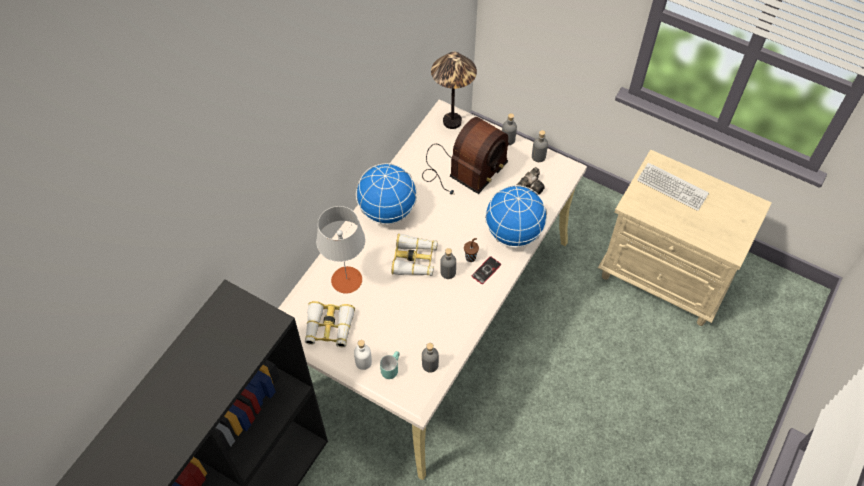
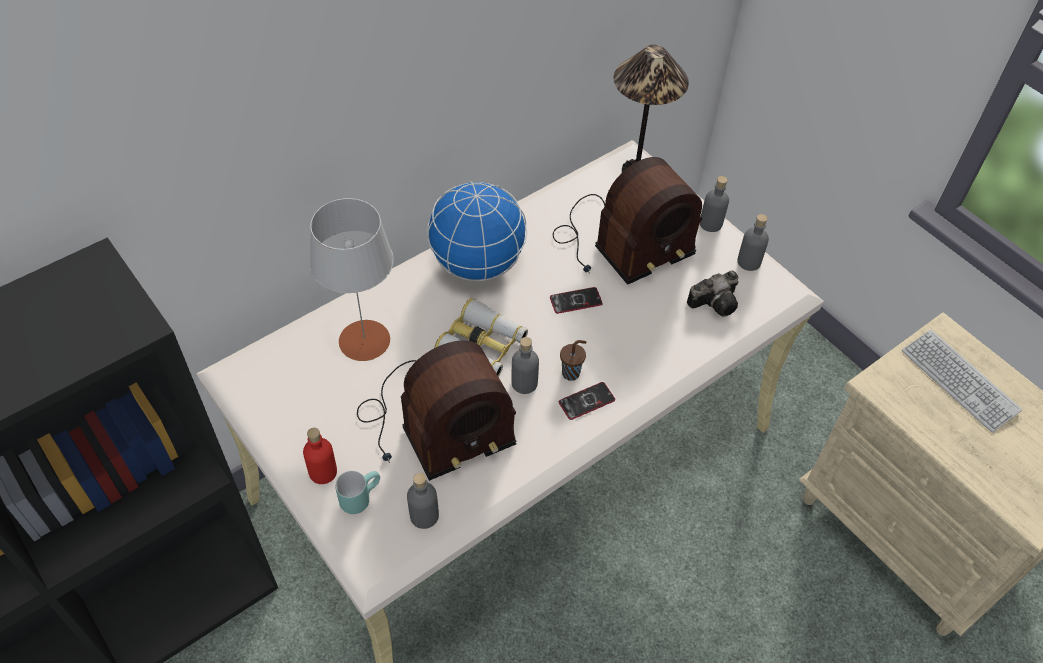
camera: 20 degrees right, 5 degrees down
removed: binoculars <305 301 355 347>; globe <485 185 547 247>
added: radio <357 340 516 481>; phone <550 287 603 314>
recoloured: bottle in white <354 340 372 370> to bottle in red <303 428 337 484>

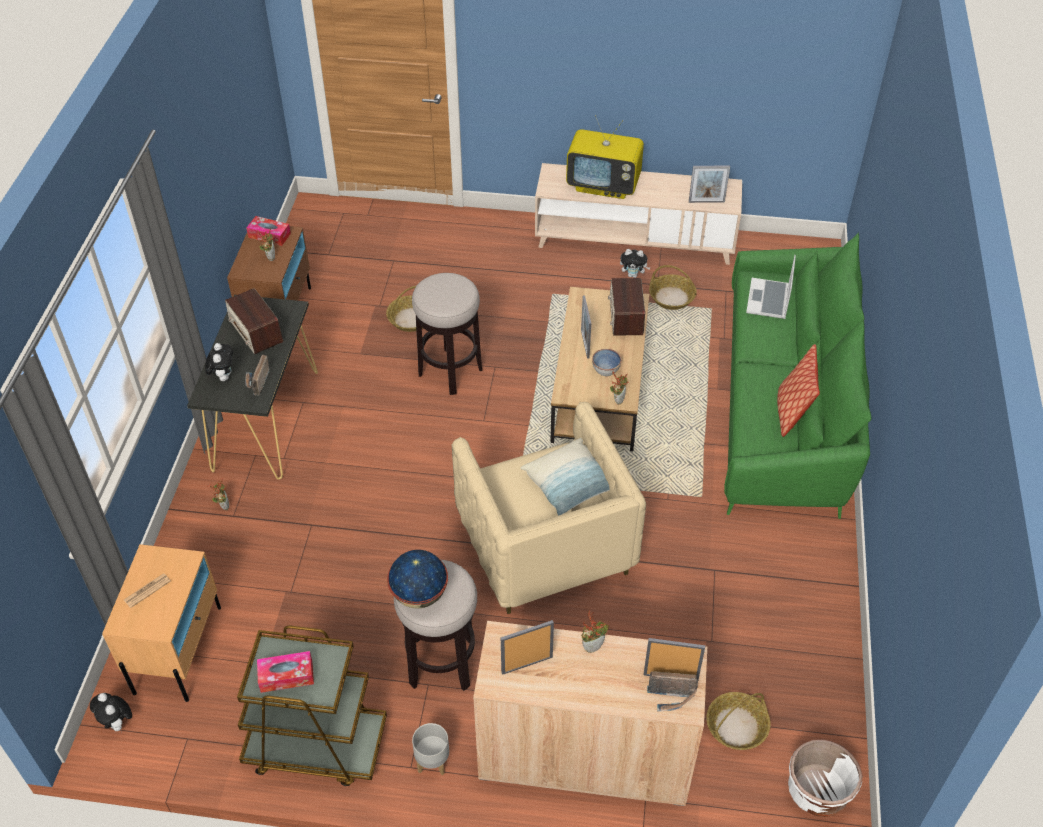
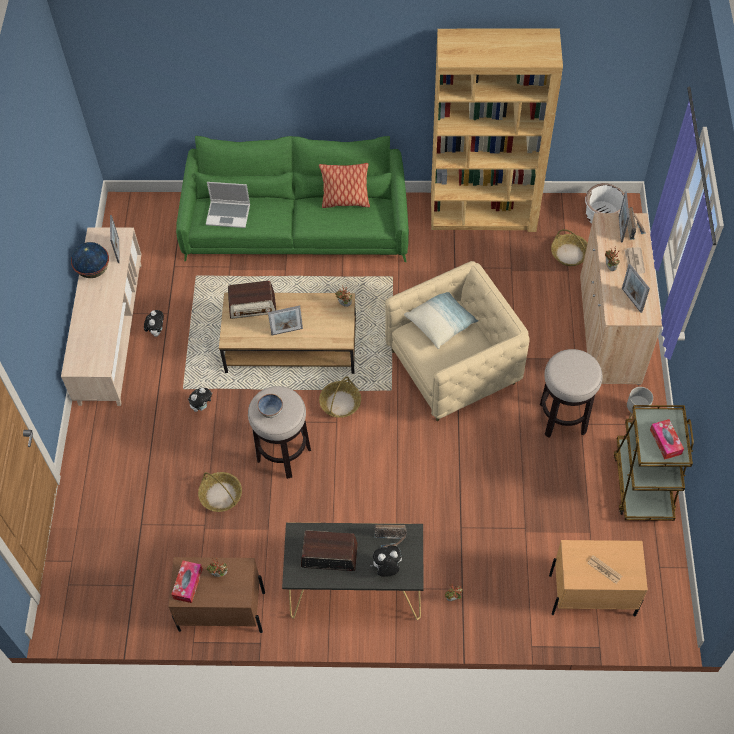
camera: 95 degrees left, 10 degrees up
removed: television <566 115 644 199>
added: bookcase in brown <431 29 563 232>; newspaper <624 247 645 274>
moved: plush toy <90 693 132 731> to <188 388 212 412>; globe <387 550 448 609> to <71 242 109 278>; bowl <592 349 622 376> to <257 394 283 418>; basket <649 265 697 310> to <319 376 361 418>
turned: radio <225 288 283 354> = <301 531 358 571> 135 degrees counterclockwise

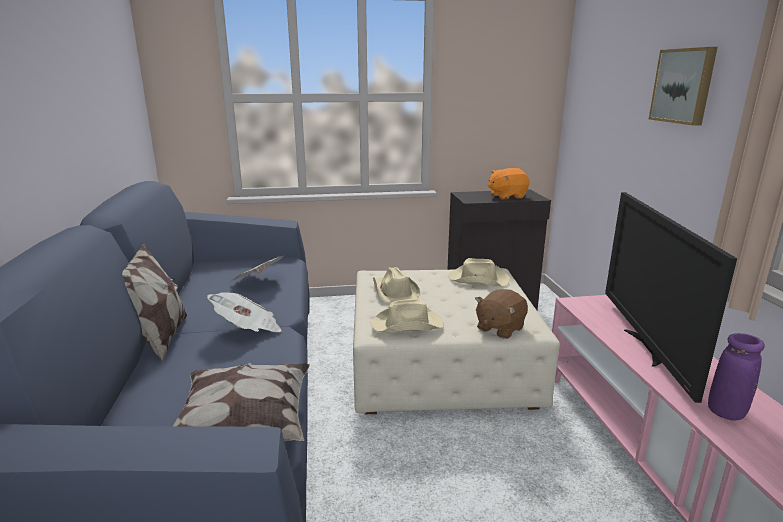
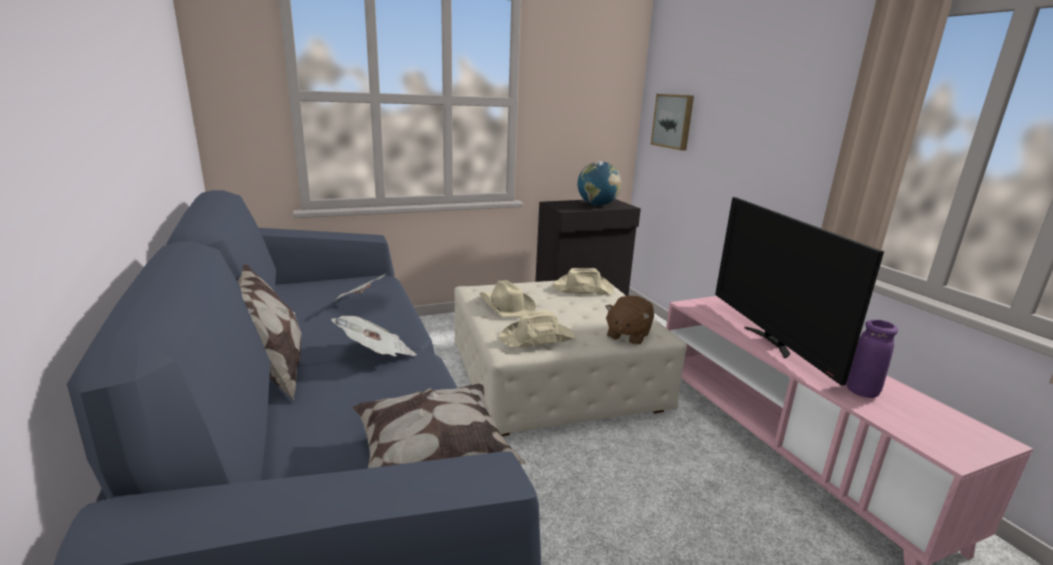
camera: 15 degrees left, 0 degrees up
moved: picture <649 47 718 126> to <651 94 694 150>
replaced: plush toy in orange <488 168 529 200> to globe <578 161 621 206>

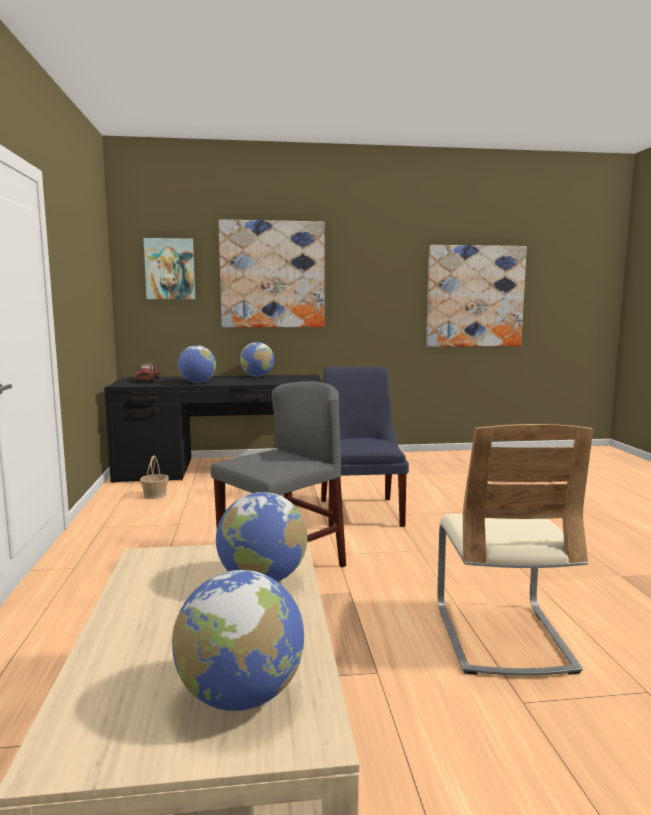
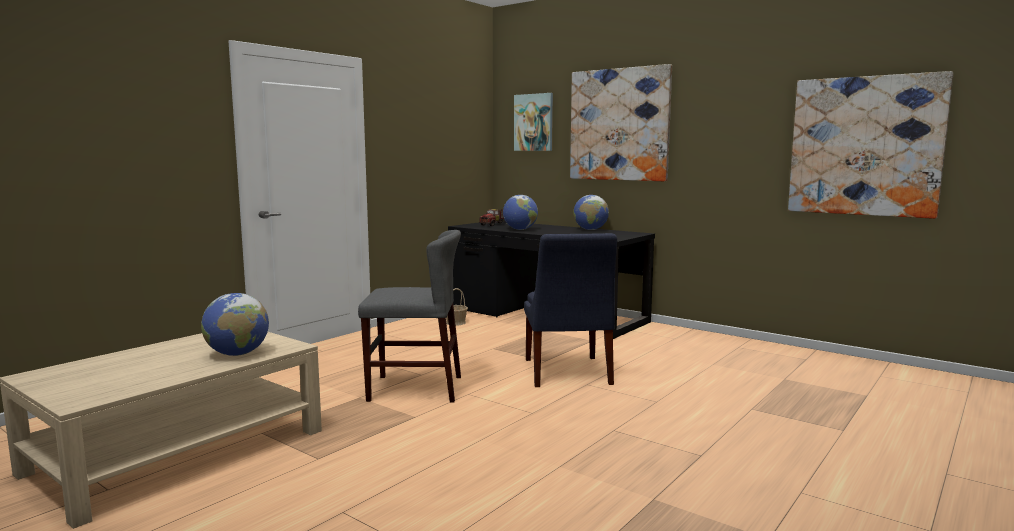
camera: 45 degrees right, 0 degrees up
removed: globe <172 570 304 711>; chair in beige <437 424 593 676>
turned: chair in blue <321 366 409 527> = <524 233 617 387> 135 degrees clockwise

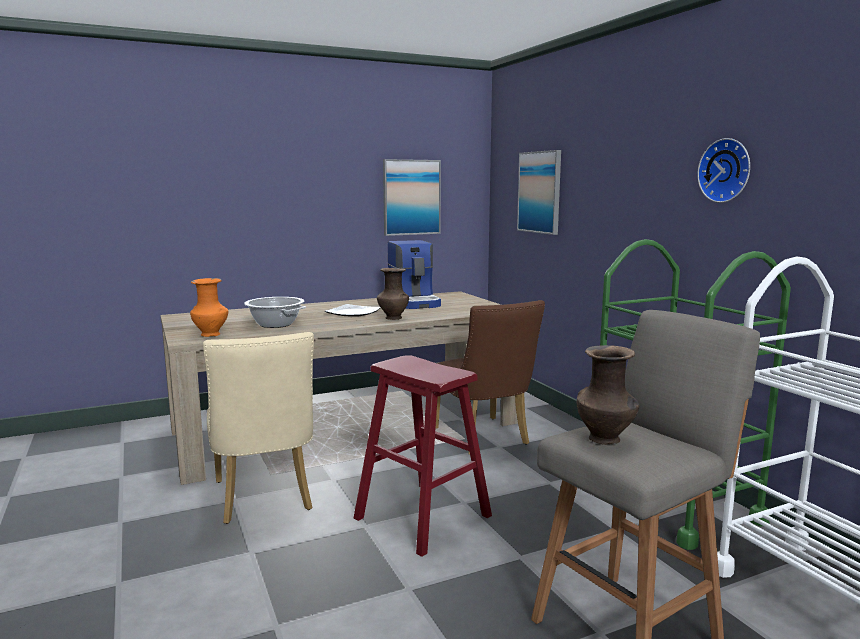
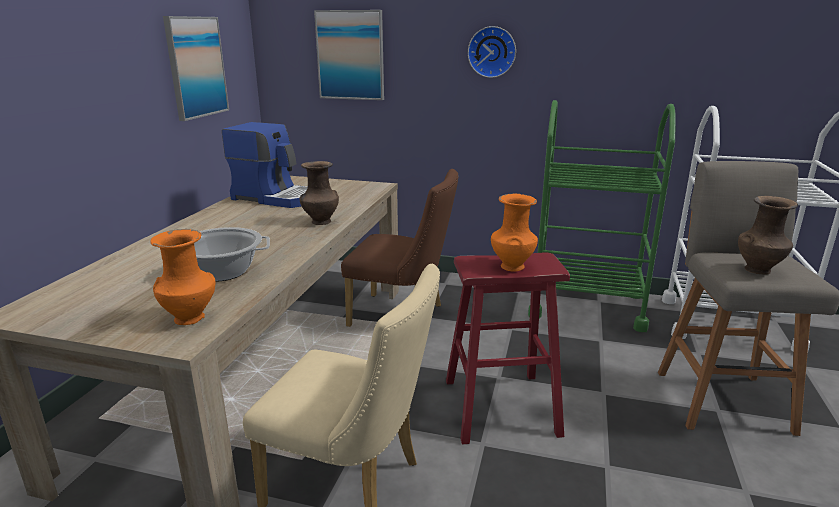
camera: 50 degrees left, 10 degrees up
removed: plate <325 304 381 316>
added: vase in orange <491 194 538 272>
moved: wall clock <697 138 750 203> to <468 26 516 78>

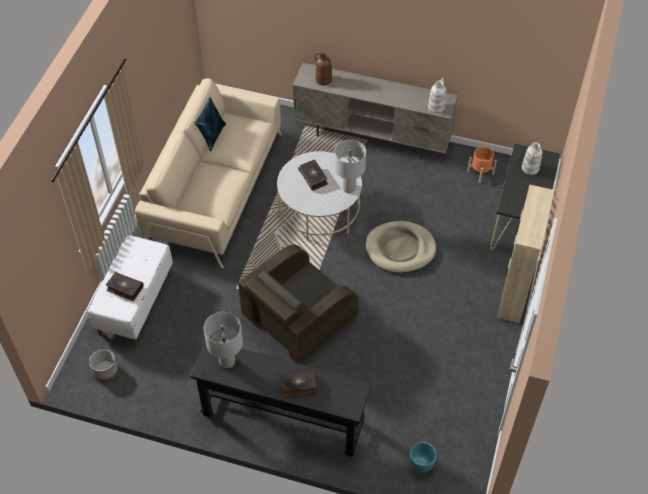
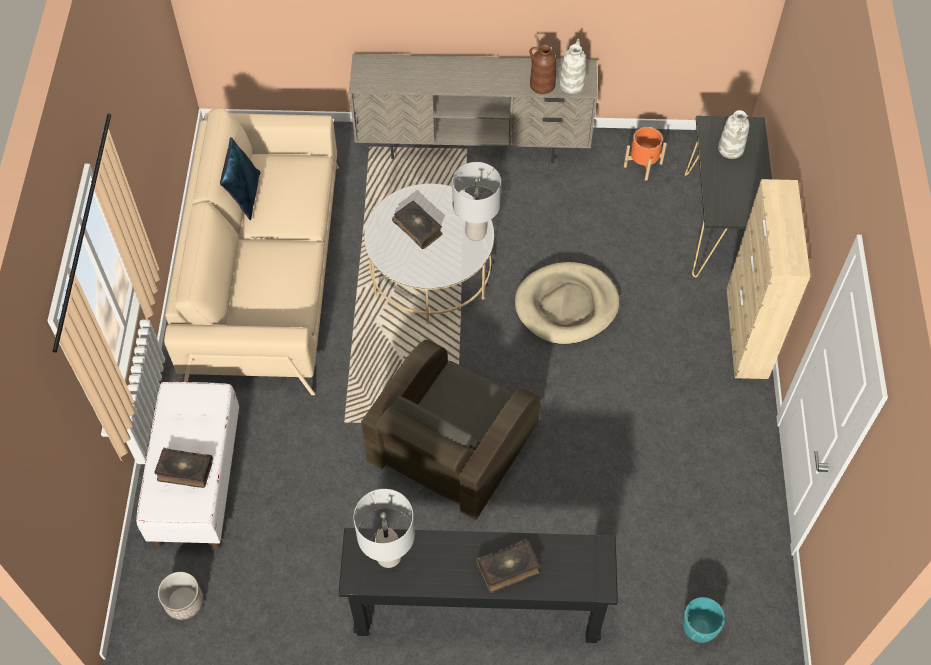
camera: 15 degrees left, 5 degrees up
moved: vase in brown <314 53 332 86> to <530 45 556 94>

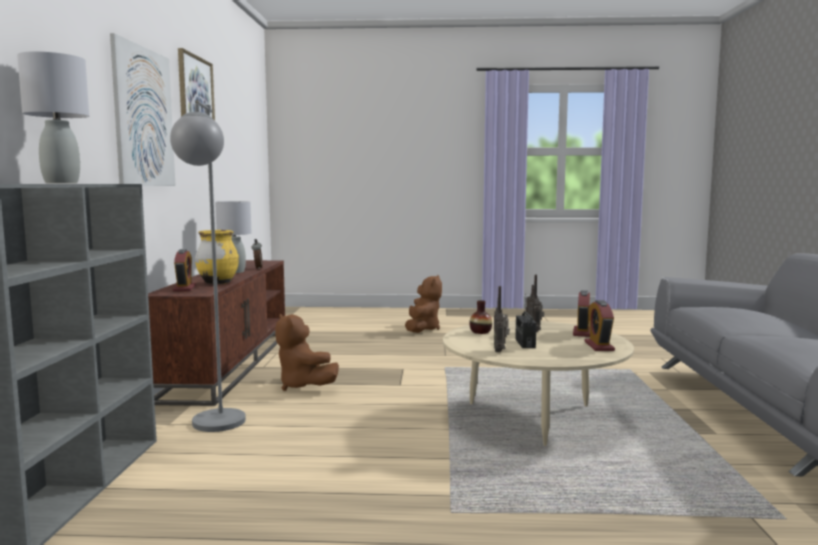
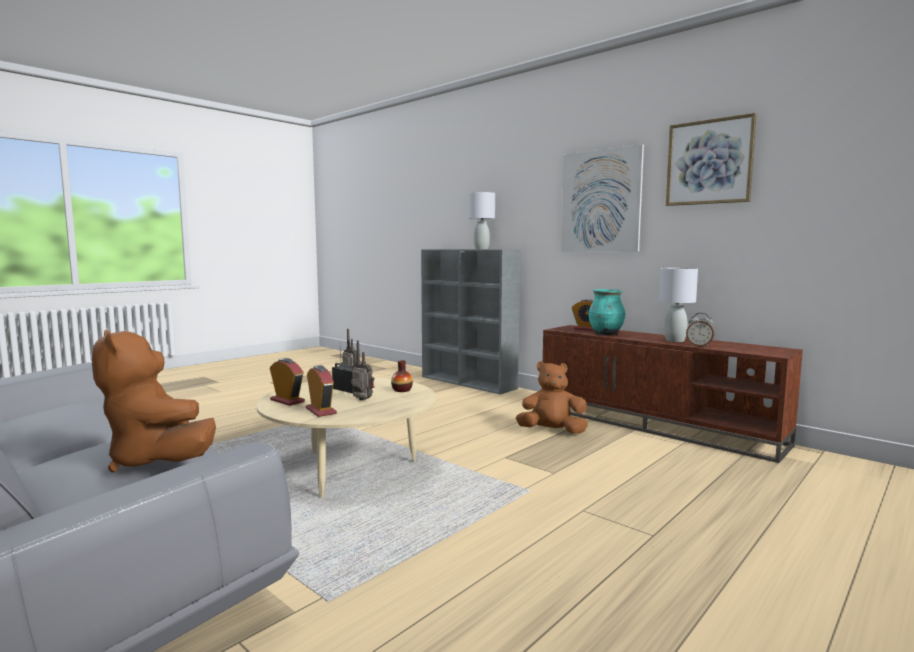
camera: 130 degrees right, 0 degrees up
removed: floor lamp in grey <170 100 246 432>
moved: plush toy in brown <405 275 442 333> to <92 330 216 472>
recoloured: vase in yellow <195 230 239 284> to vase in turquoise <588 289 625 335>

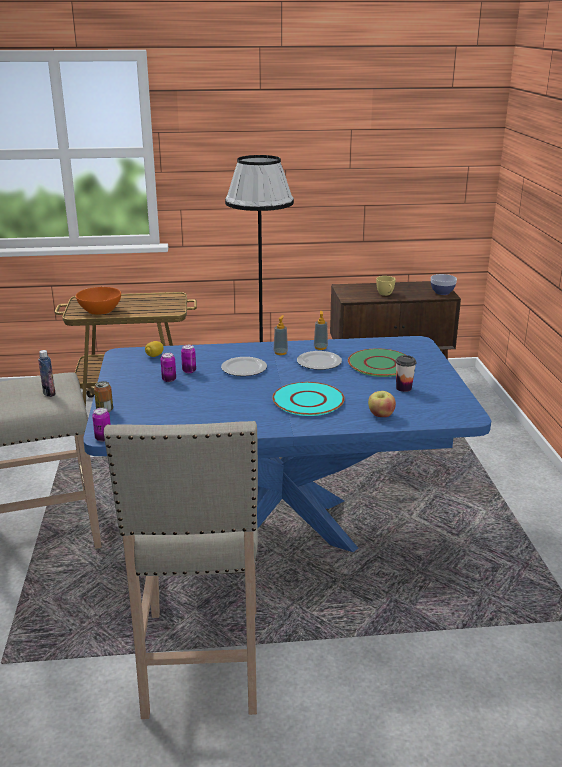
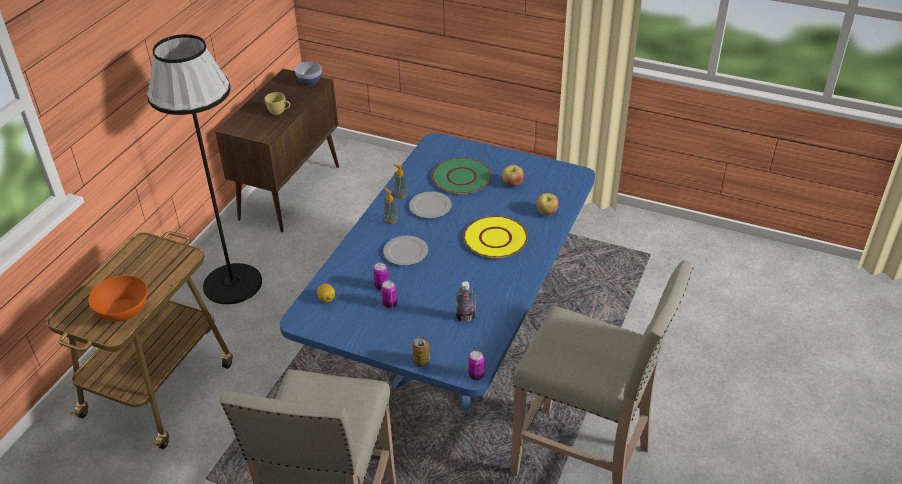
camera: 60 degrees left, 15 degrees up
moved: bottle <38 350 56 397> to <456 281 476 322>
replaced: cup <395 355 416 392> to apple <502 165 524 186>
recoloured: plate in turquoise <272 382 345 416> to plate in yellow <463 216 528 258>

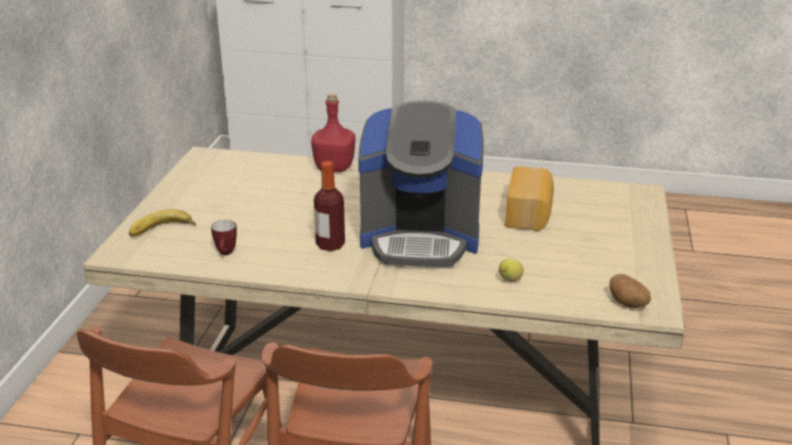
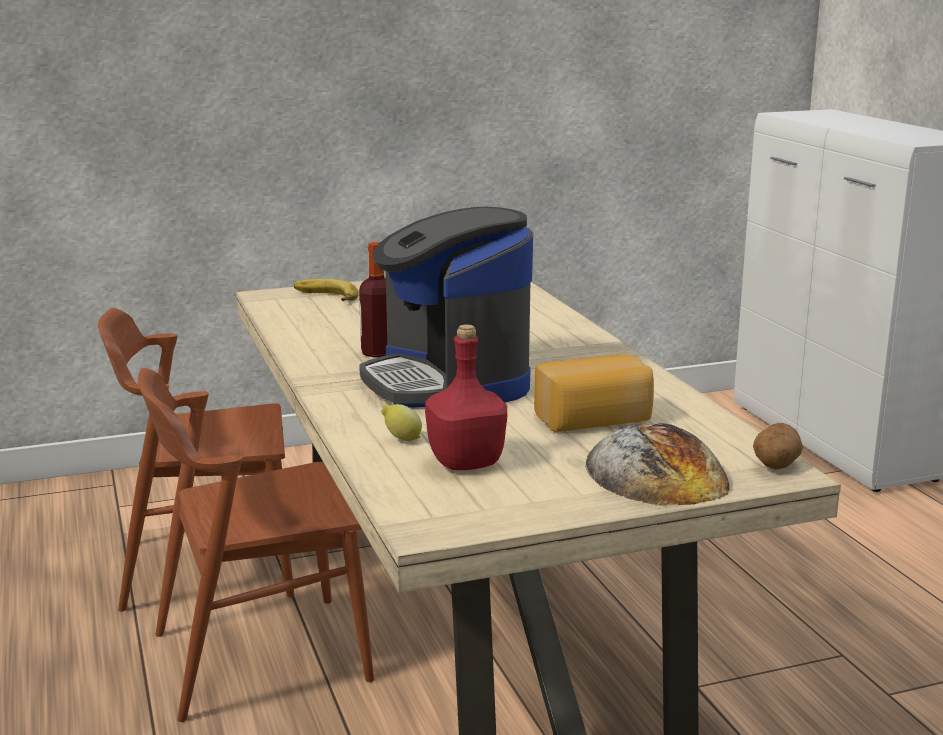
camera: 60 degrees right, 10 degrees down
removed: mug <211 220 237 255>
added: bread <585 423 730 506>
moved: bottle in red <311 94 356 172> to <425 324 507 470>; potato <610 274 651 308> to <753 423 803 470>

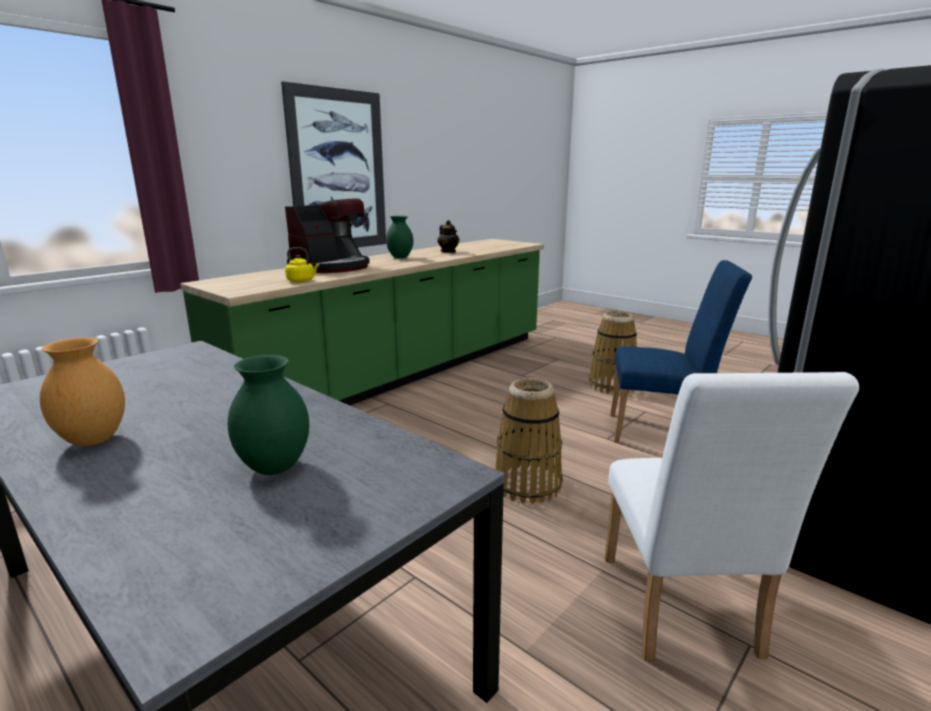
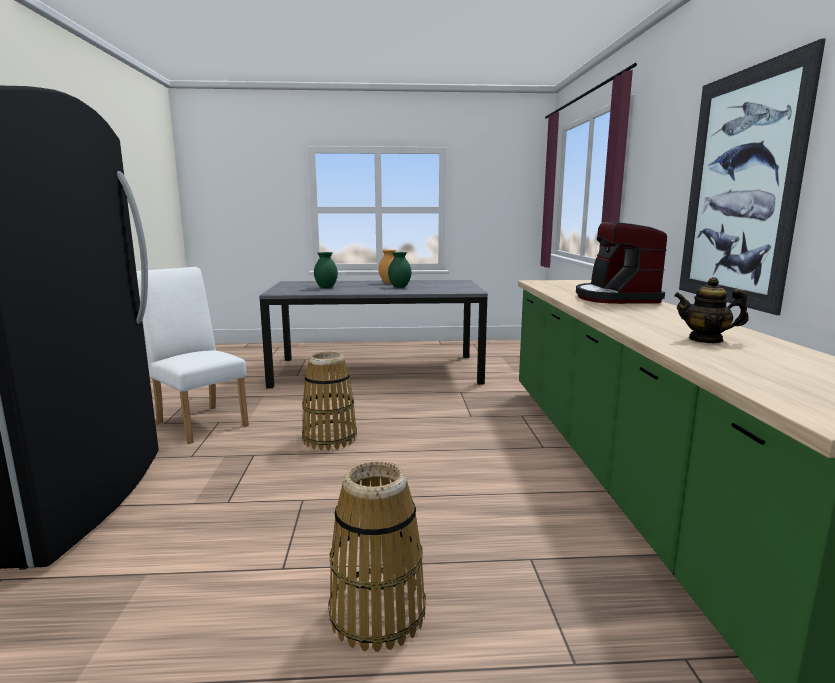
camera: 135 degrees right, 5 degrees down
removed: kettle in yellow <285 247 319 283>; chair in blue <610 260 752 443>
moved: vase in green <386 216 413 258> to <388 252 411 288>

